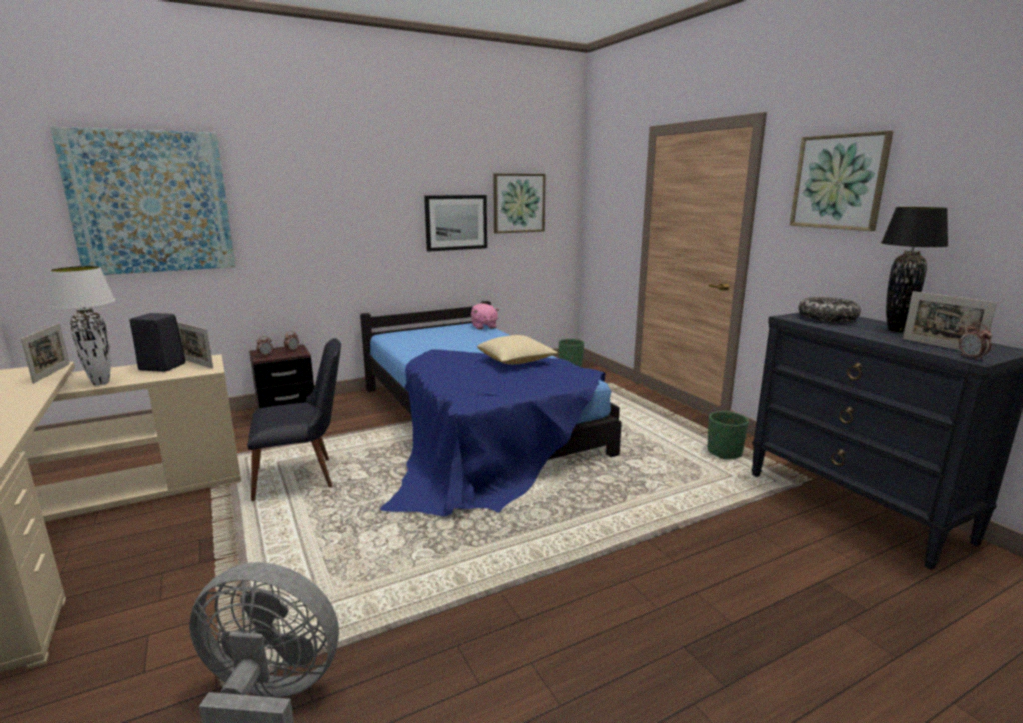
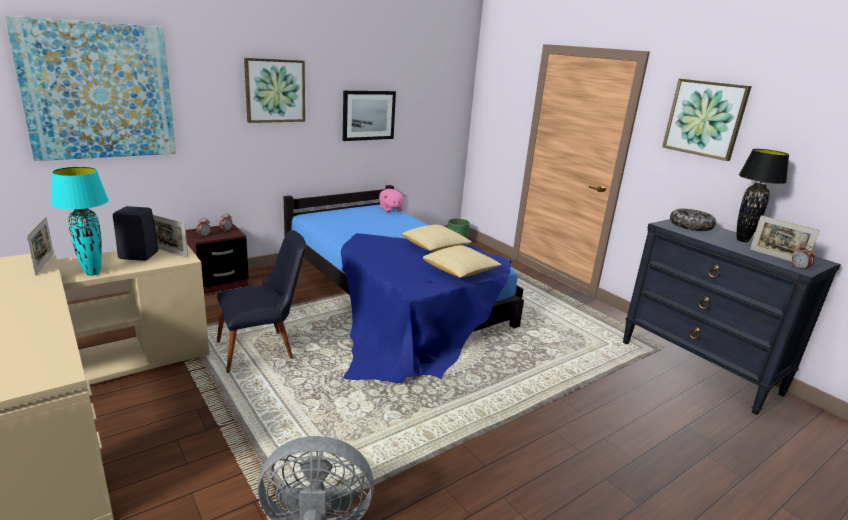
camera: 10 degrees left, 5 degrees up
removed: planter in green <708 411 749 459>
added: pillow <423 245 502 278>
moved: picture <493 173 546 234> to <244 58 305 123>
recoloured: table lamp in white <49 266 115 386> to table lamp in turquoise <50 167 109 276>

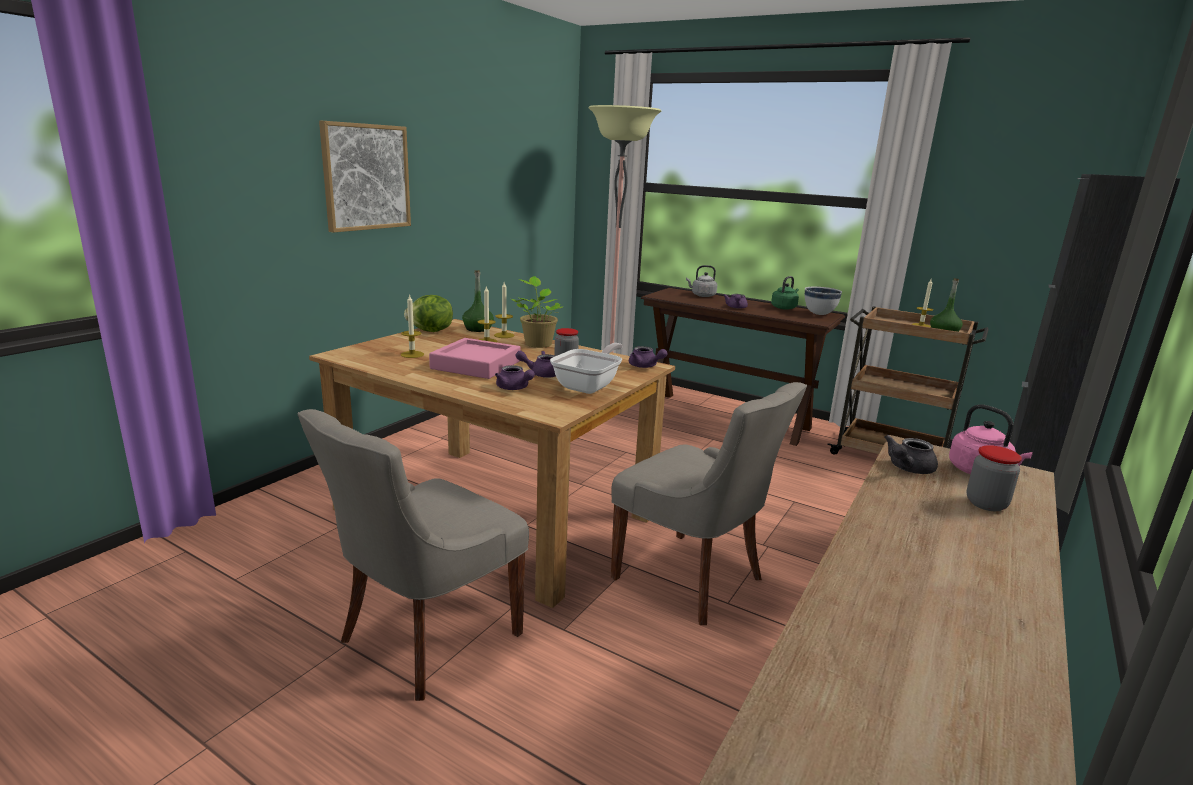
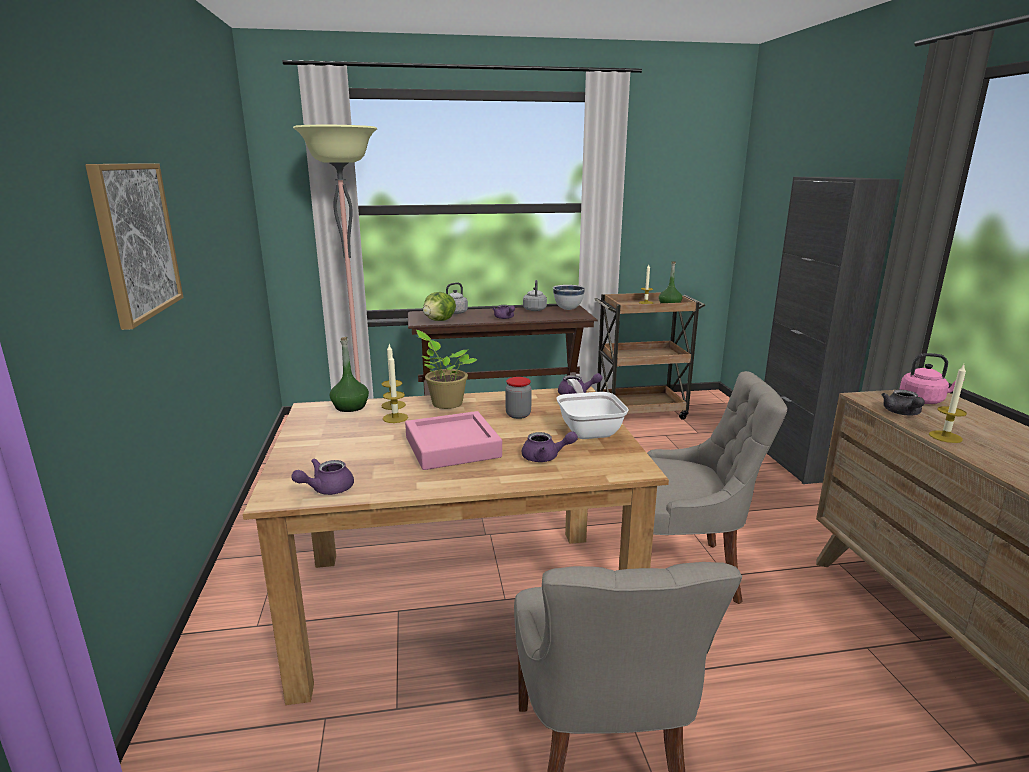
camera: 40 degrees left, 0 degrees up
removed: jar <966 445 1022 511>
moved: candle <401 294 424 358> to <929 365 967 443>; lettuce <404 295 453 332> to <423 292 456 321>; teapot in purple <515 351 556 378> to <291 458 354 495>
recoloured: kettle in green <771 276 799 310> to kettle in grey <523 280 547 311>

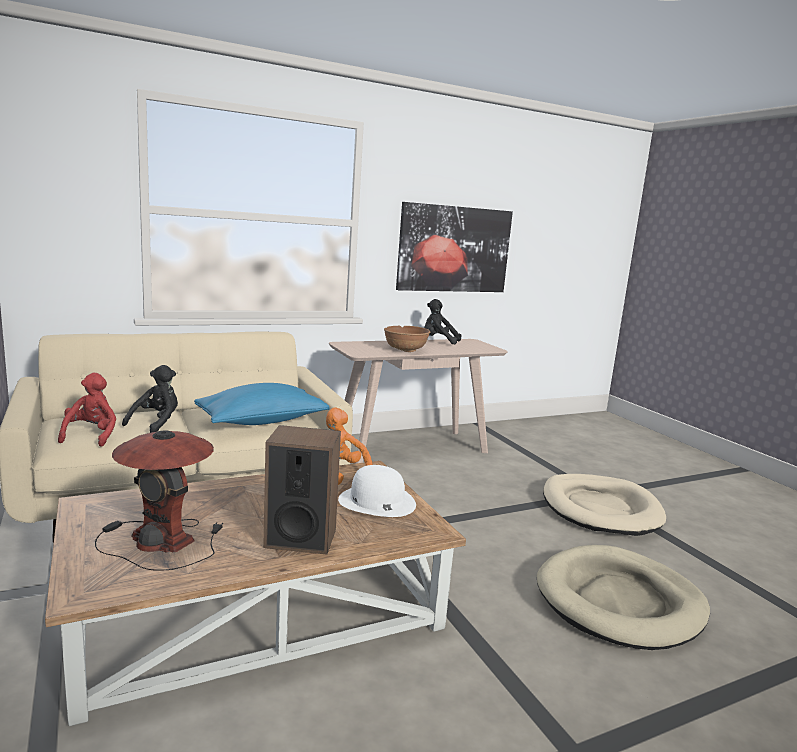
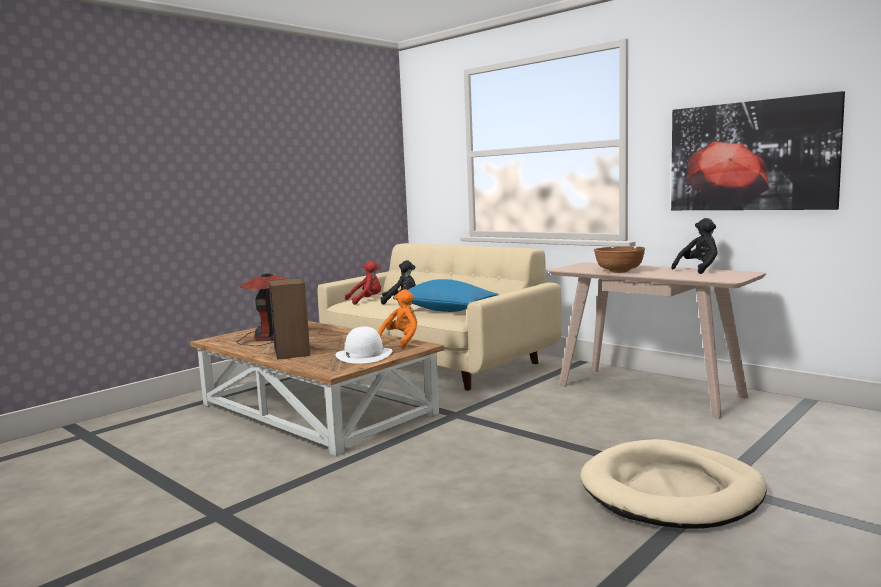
camera: 70 degrees right, 5 degrees down
removed: dog bed in beige <537 545 710 650>
turned: plush toy in black <424 299 462 344> = <671 218 717 274> 60 degrees clockwise

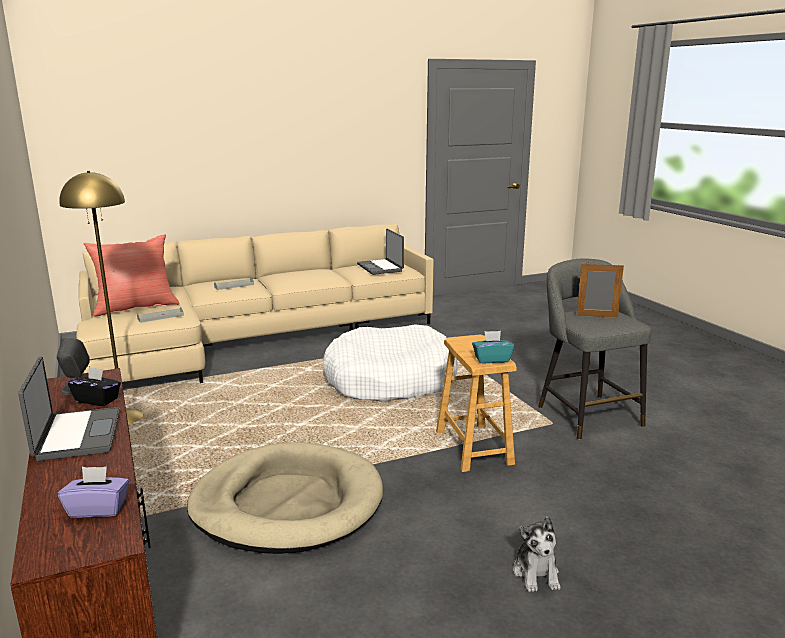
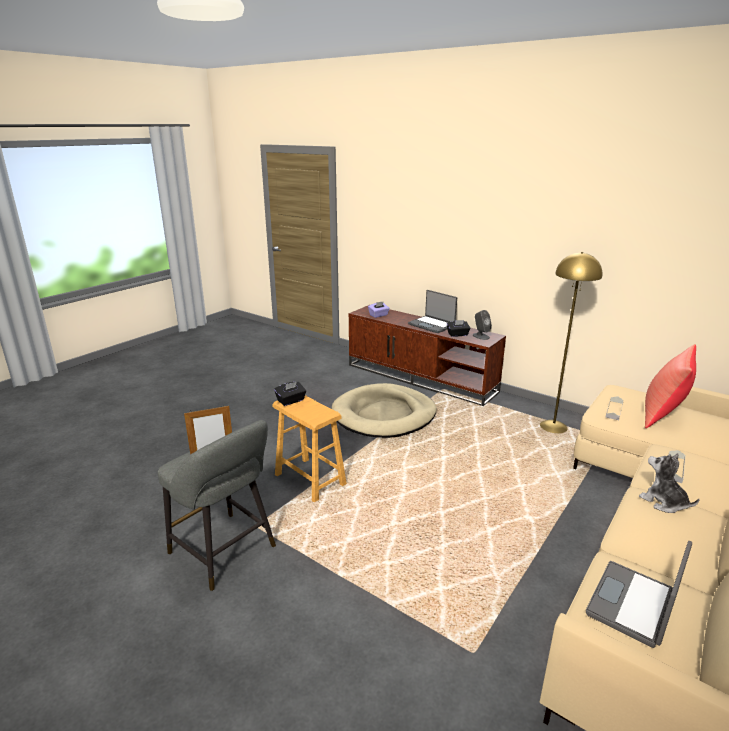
camera: 150 degrees right, 5 degrees up
removed: dog bed in white <323 324 457 402>
moved: plush toy <513 517 561 592> to <639 453 700 513>
recoloured: tissue box in turquoise <472 331 514 363> to tissue box in black <274 382 306 406>
turned: laptop <357 229 404 275> = <586 541 692 648> 90 degrees counterclockwise

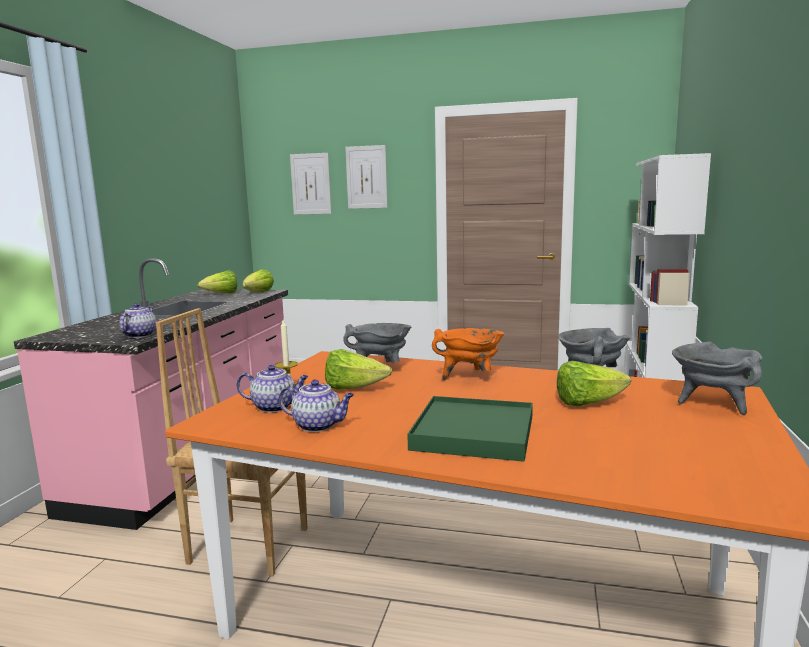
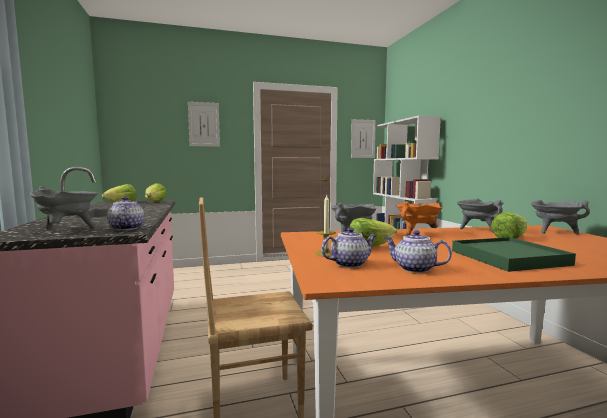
camera: 30 degrees left, 5 degrees down
added: cooking pot in grey <30 186 98 229>
moved: picture <290 153 331 215> to <351 119 376 158>
turned: teapot <279 380 354 432> = <385 230 452 273> 135 degrees counterclockwise

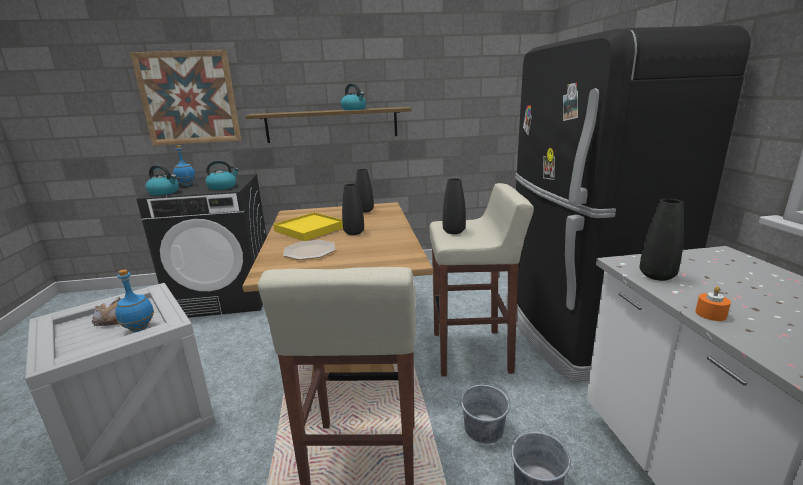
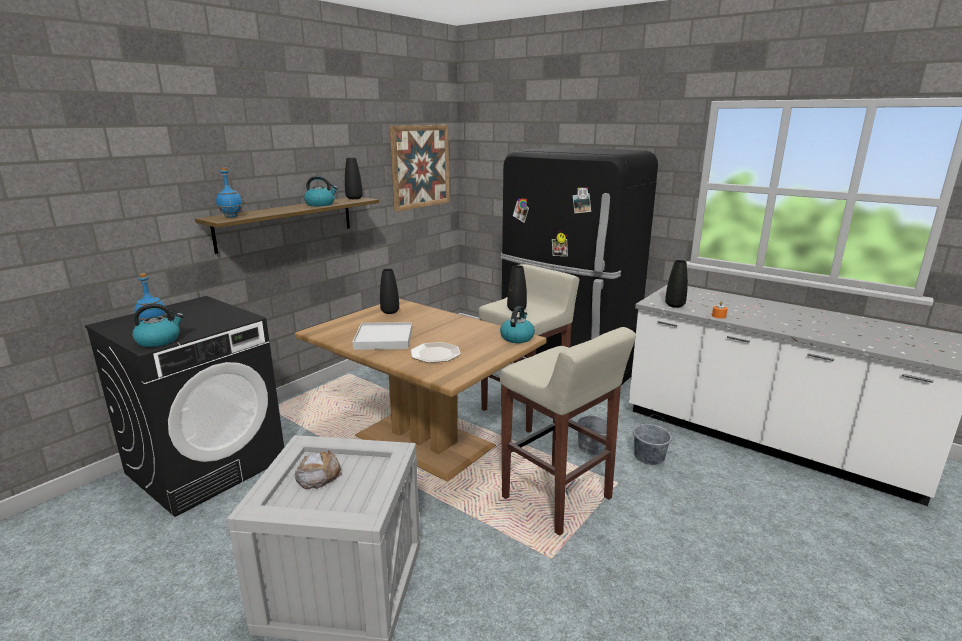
camera: 45 degrees left, 0 degrees up
moved: bottle in blue <115 269 154 332> to <216 167 243 217>; picture <130 50 241 145> to <389 125 450 212>; kettle <205 160 239 190> to <500 306 535 343>; vase in black <342 184 364 235> to <345 158 363 199>
recoloured: tray in yellow <273 212 343 241> to tray in white <353 322 412 350>

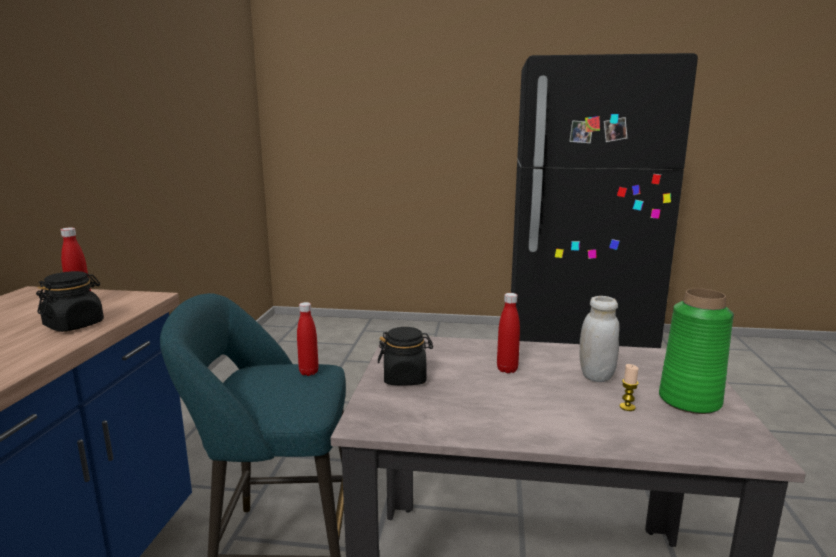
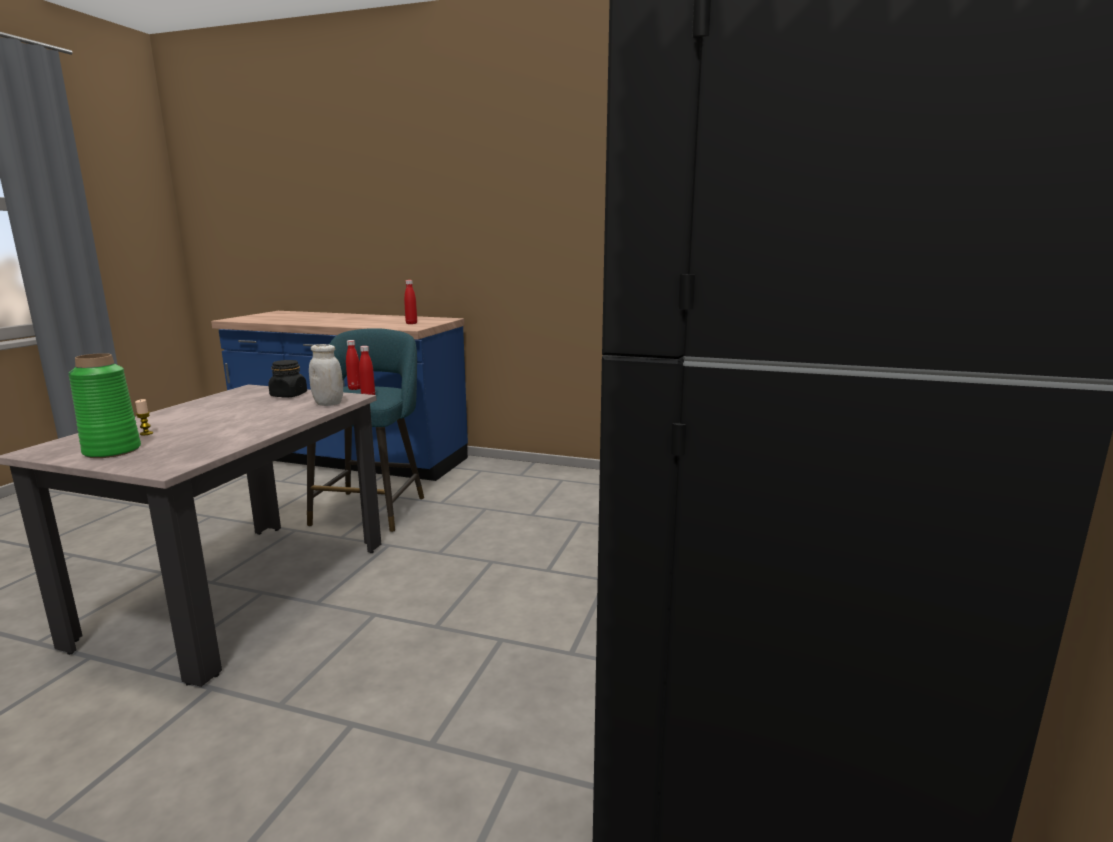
camera: 100 degrees right, 0 degrees up
removed: jar in black <36 271 104 332>
moved: bottle in red <497 293 520 373> to <346 340 360 390>; jar in white <579 296 620 382> to <309 344 343 406>

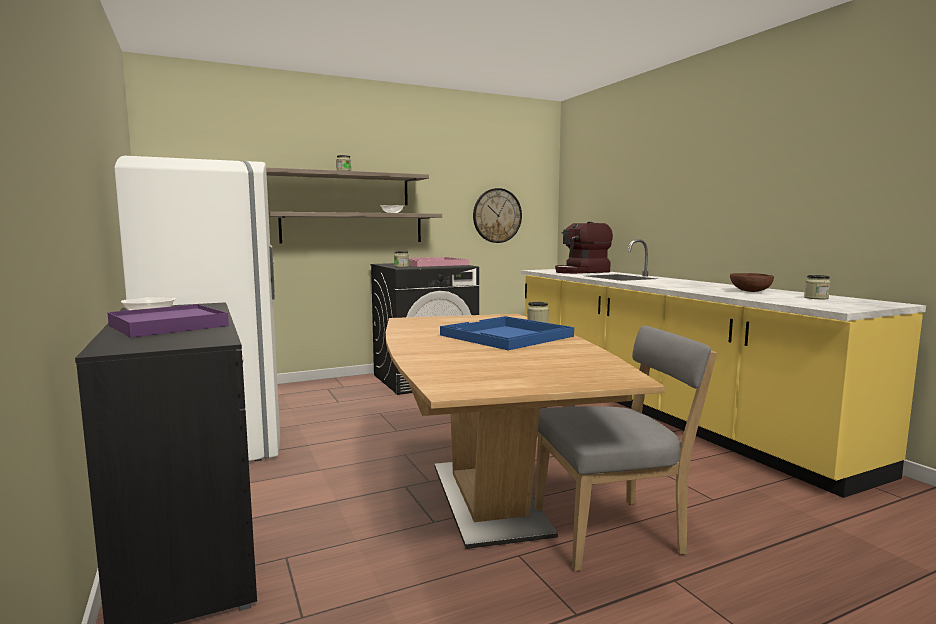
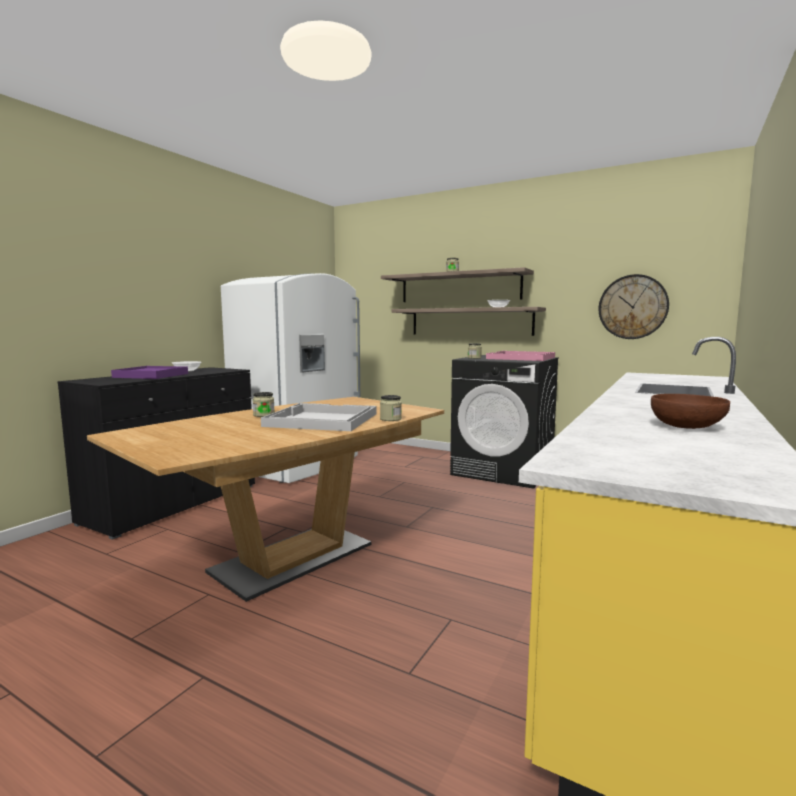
camera: 55 degrees right, 0 degrees up
removed: chair in grey <534 325 717 571>; coffee machine <555 222 613 274>
moved: jar <804 275 830 299> to <252 392 274 417>
recoloured: tray in blue <440 316 574 350> to tray in white <261 403 377 431>

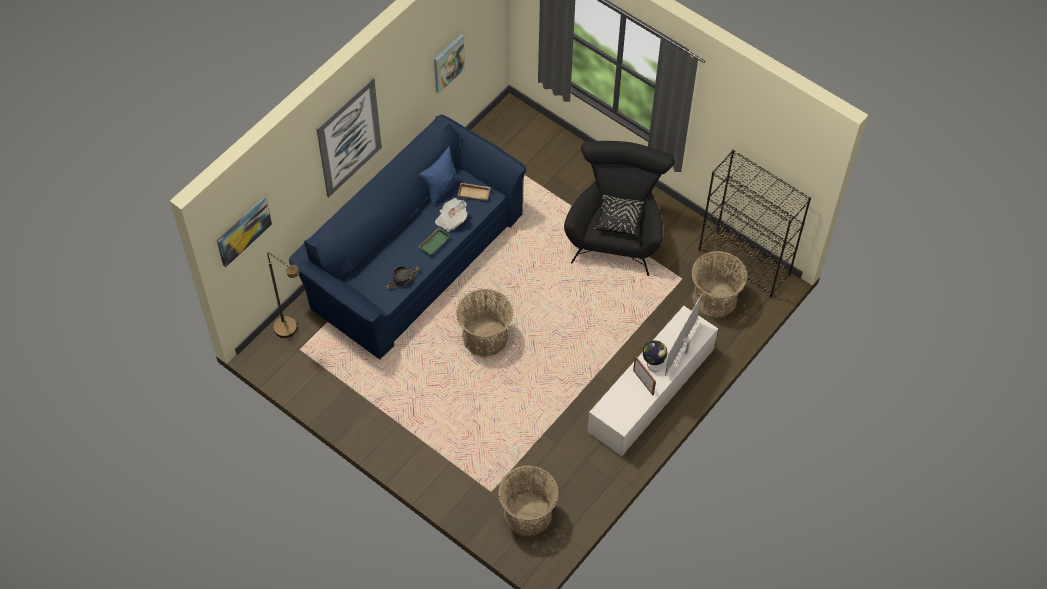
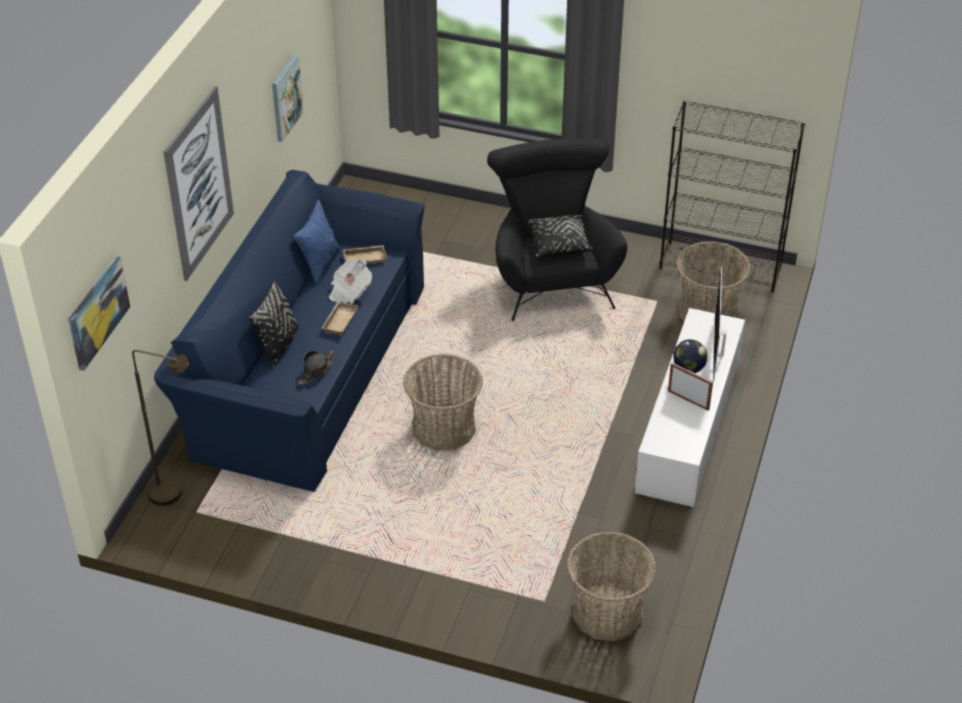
camera: 20 degrees left, 15 degrees down
added: pillow in black <248 280 299 368>
recoloured: tray in green <419 227 451 256> to tray in beige <322 302 358 335>

